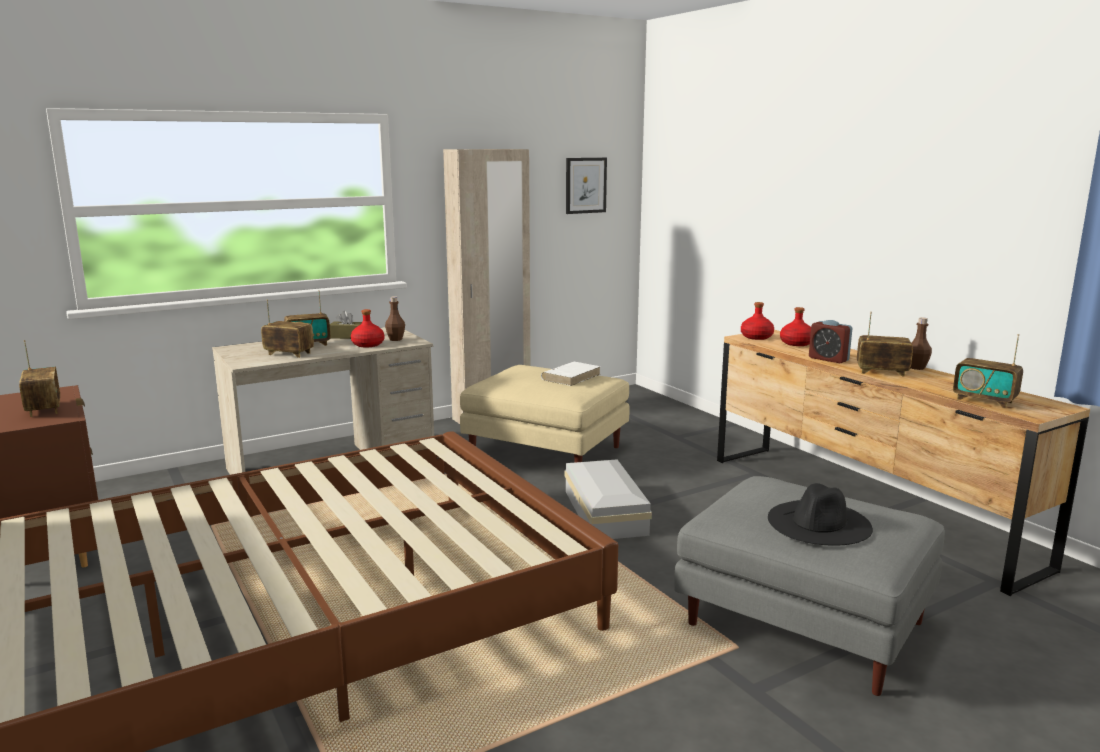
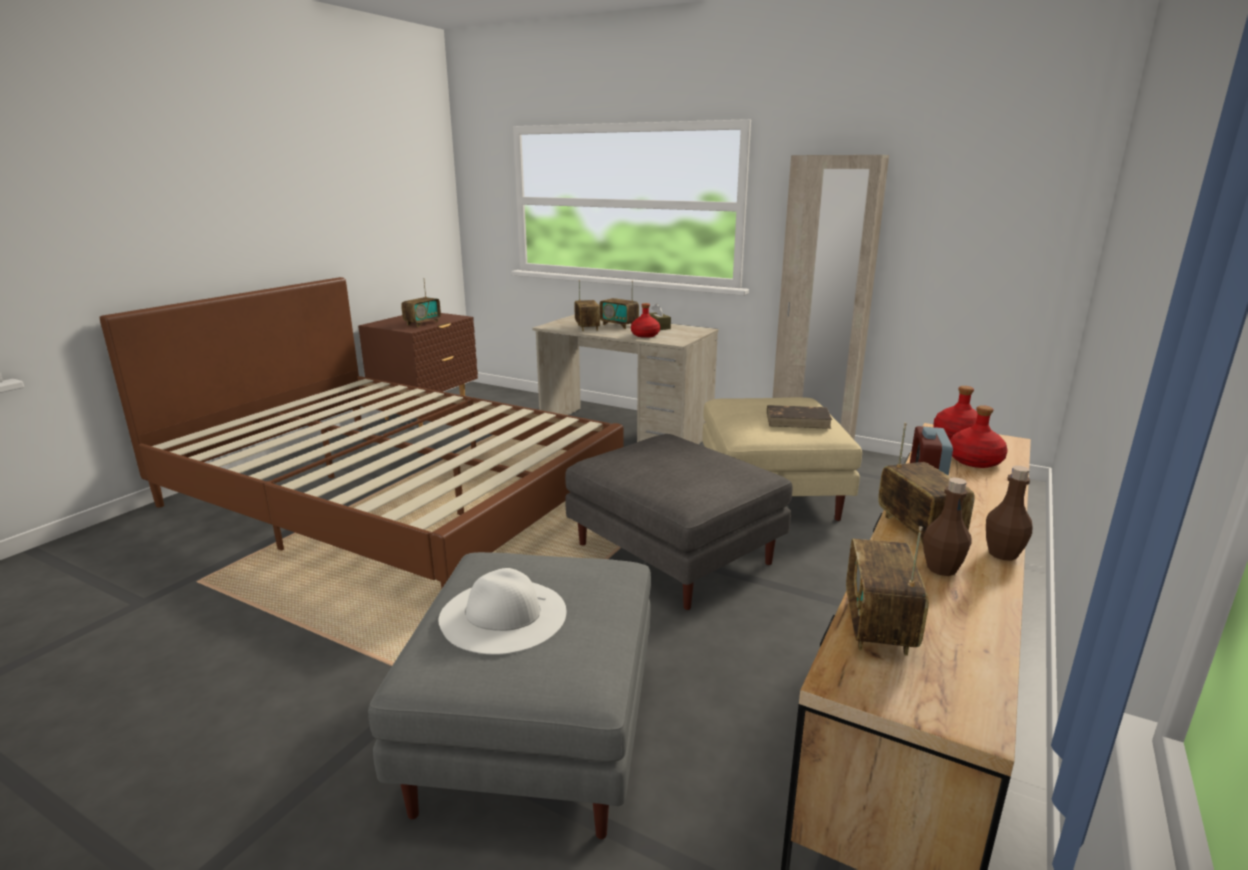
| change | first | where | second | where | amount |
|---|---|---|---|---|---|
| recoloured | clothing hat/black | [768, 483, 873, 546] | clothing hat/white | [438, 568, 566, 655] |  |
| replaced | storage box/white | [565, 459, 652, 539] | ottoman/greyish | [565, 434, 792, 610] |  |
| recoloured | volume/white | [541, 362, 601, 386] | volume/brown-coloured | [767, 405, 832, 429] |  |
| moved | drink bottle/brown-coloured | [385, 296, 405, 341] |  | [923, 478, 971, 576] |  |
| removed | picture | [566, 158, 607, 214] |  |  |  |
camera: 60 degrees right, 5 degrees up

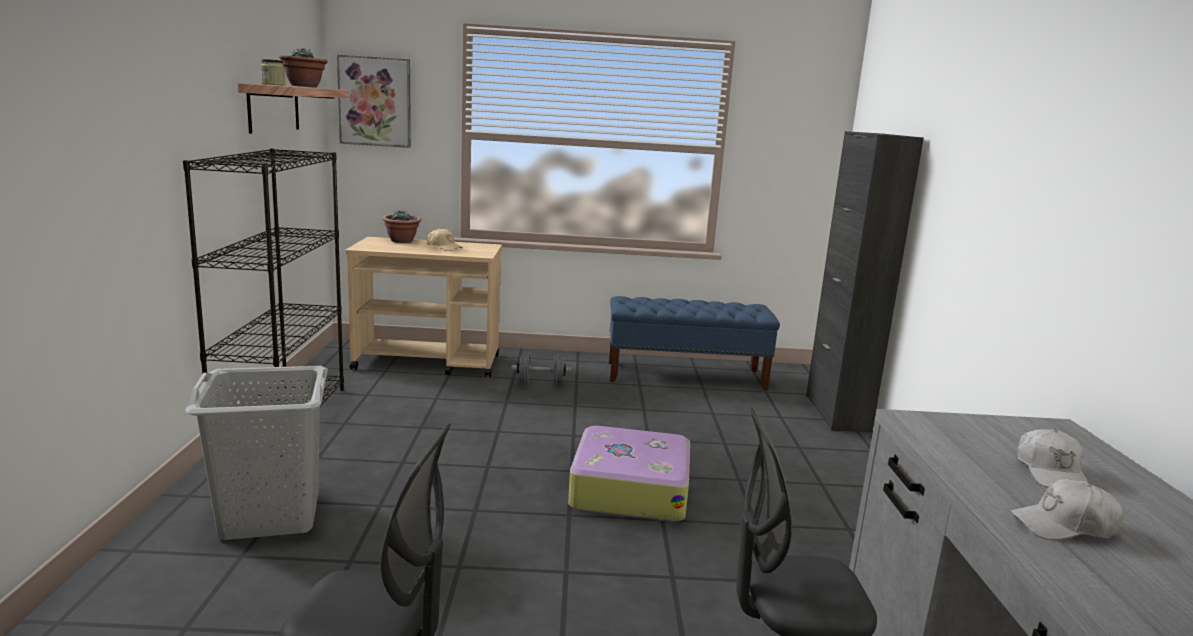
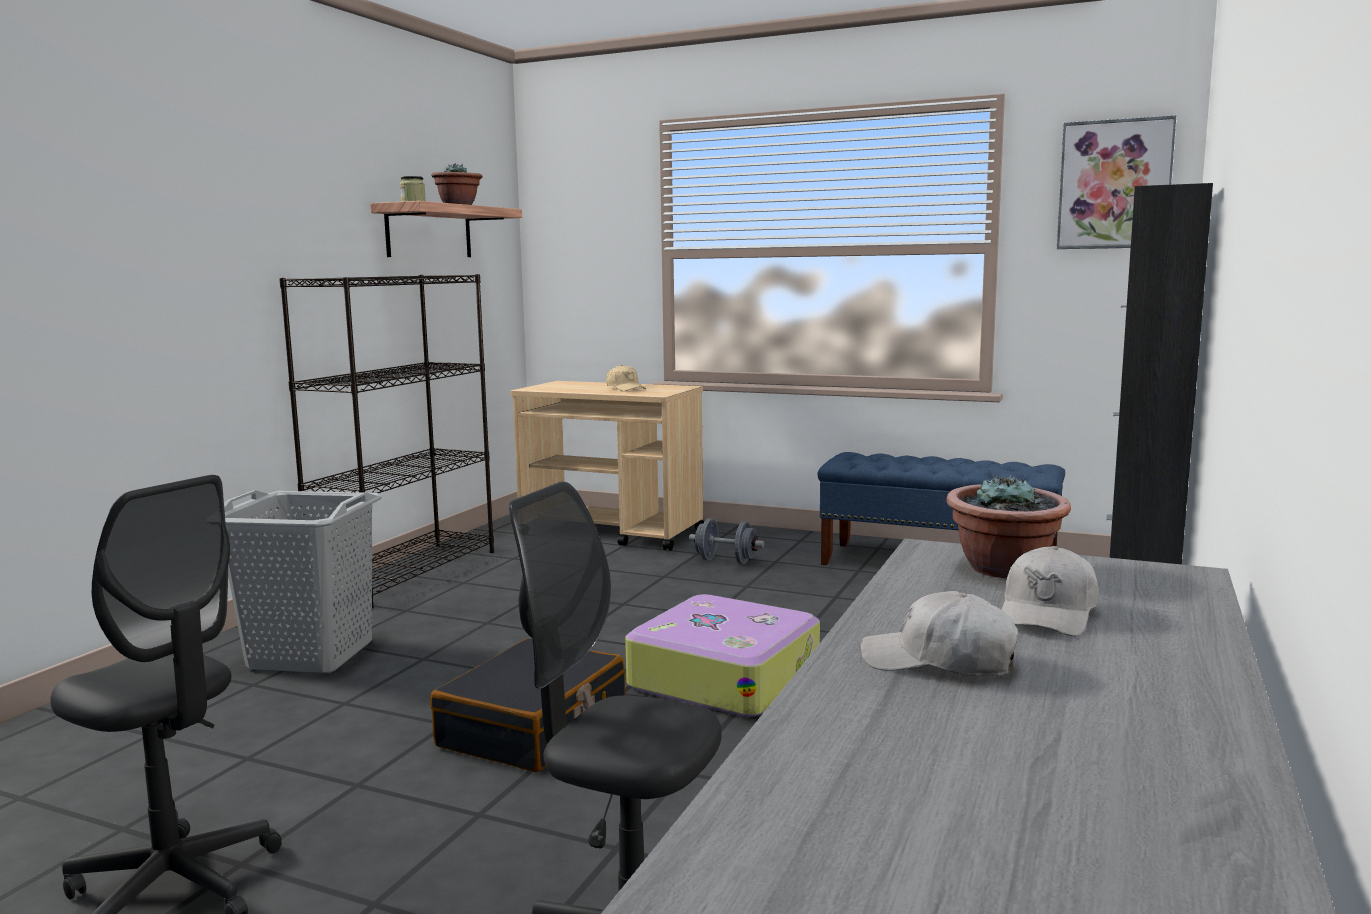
| change | first | where | second | where | amount |
|---|---|---|---|---|---|
| added |  |  | travel case/black | [430, 638, 625, 772] |  |
| moved | plant in a pot | [382, 211, 421, 243] |  | [946, 475, 1071, 578] |  |
| moved | picture | [337, 54, 411, 148] |  | [1057, 115, 1177, 249] |  |
camera: 25 degrees right, 5 degrees down

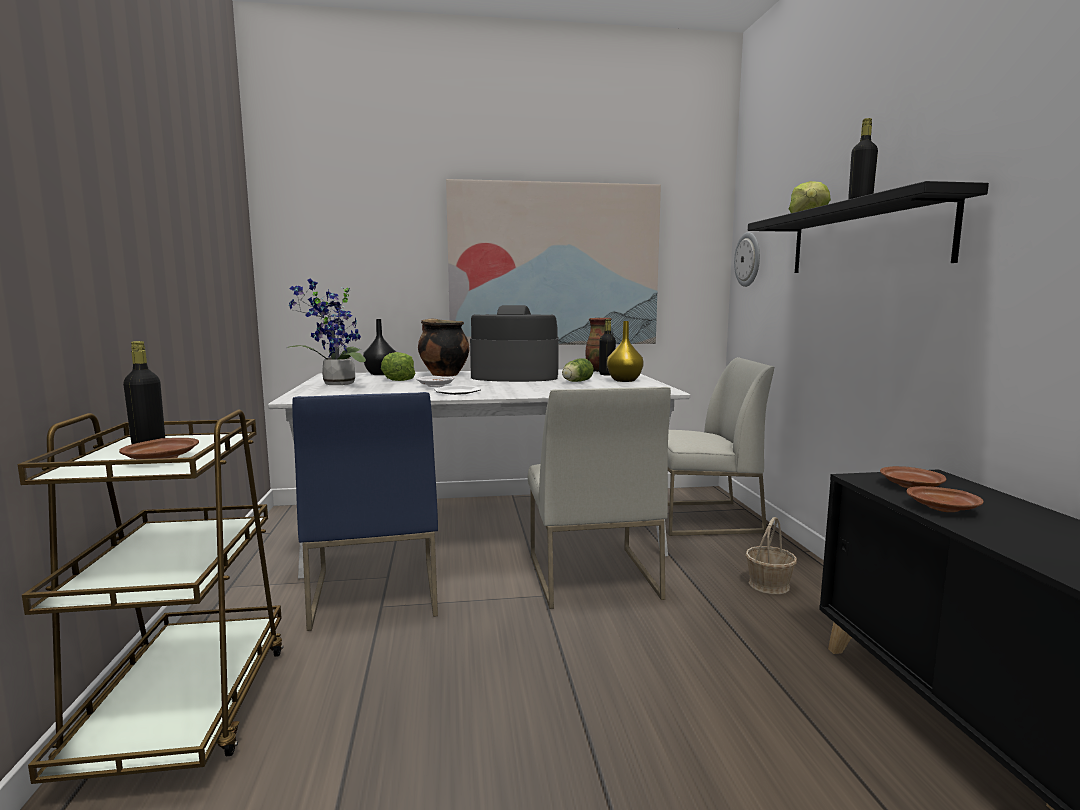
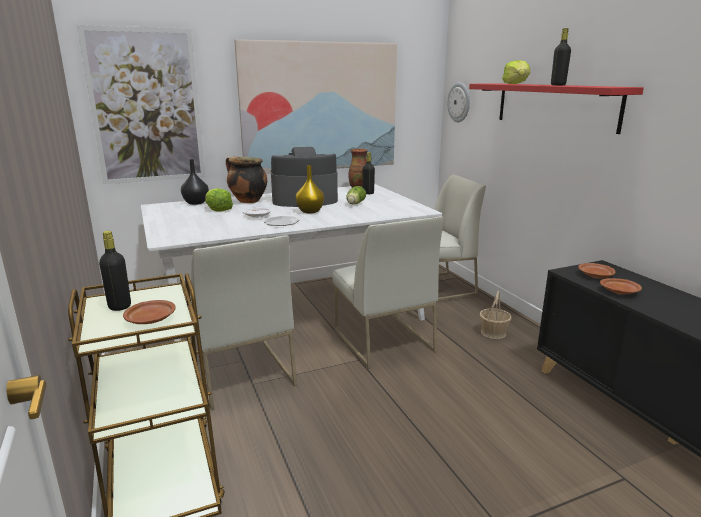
| change | first | where | second | where | amount |
|---|---|---|---|---|---|
| added |  |  | picture | [77, 25, 205, 184] |  |
| recoloured | upright chair/blue-coloured | [292, 392, 438, 631] | upright chair/white | [190, 235, 297, 410] |  |
| moved | vase/yellow-coloured | [607, 321, 644, 382] |  | [295, 165, 324, 213] |  |
| recoloured | wall shelf/black | [748, 181, 989, 273] | wall shelf/red-coloured | [469, 83, 644, 134] |  |
| removed | plant in a pot | [287, 278, 366, 385] |  |  |  |
camera: 15 degrees left, 10 degrees up

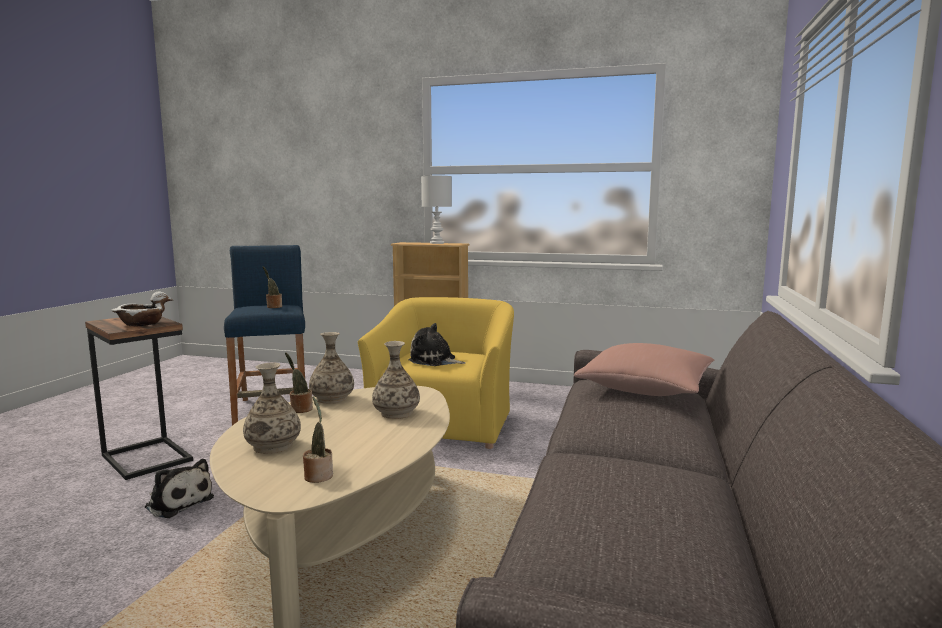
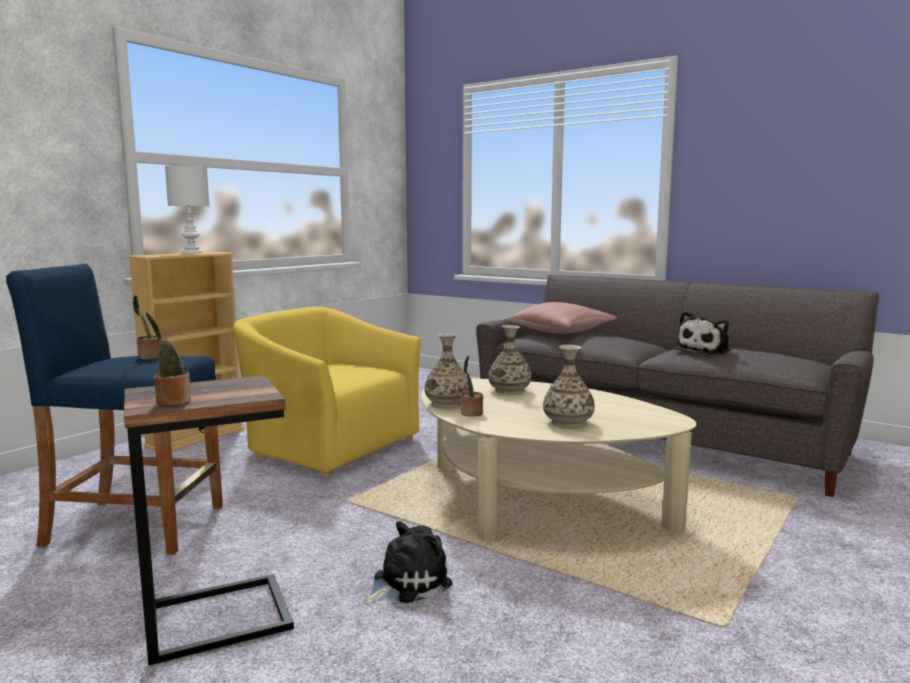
| change | first | where | second | where | amount |
|---|---|---|---|---|---|
| moved | plant in a pot | [303, 397, 333, 483] |  | [146, 313, 191, 406] |  |
| moved | plush toy | [409, 323, 466, 366] |  | [675, 311, 731, 355] |  |
| removed | deep dish/white | [111, 291, 173, 326] |  |  |  |
camera: 70 degrees left, 0 degrees up

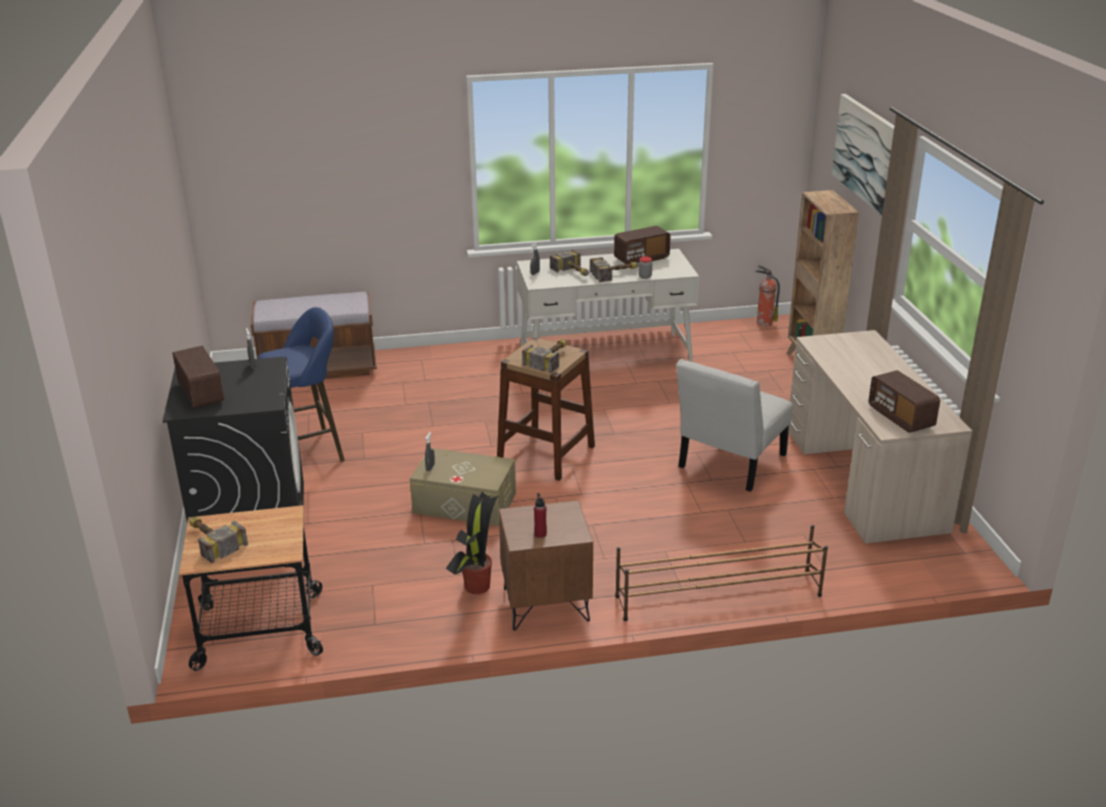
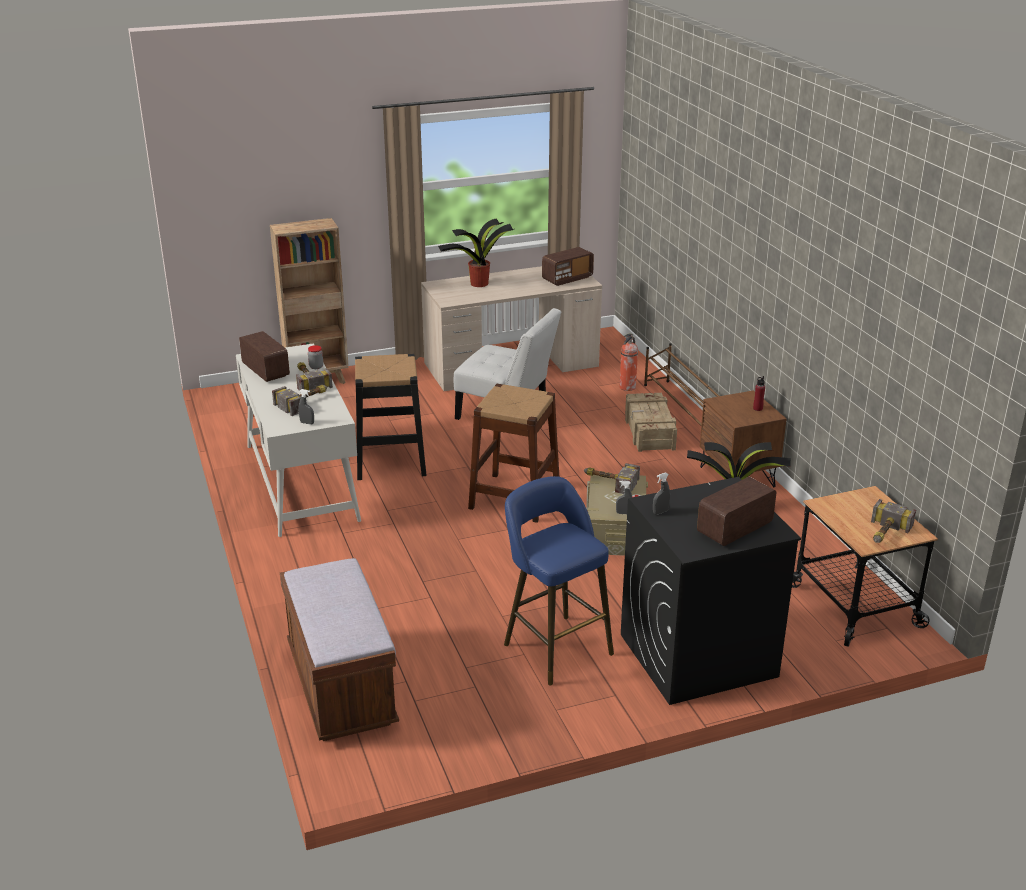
| change | first | where | second | where | amount |
|---|---|---|---|---|---|
| added |  |  | sitting stool/black | [355, 354, 427, 480] |  |
| added |  |  | plant in a pot | [438, 219, 514, 287] |  |
| moved | hammer | [522, 339, 567, 373] |  | [584, 463, 640, 494] |  |
| moved | fire extinguisher | [755, 265, 780, 326] |  | [620, 333, 638, 391] |  |
| added |  |  | crate | [625, 393, 677, 452] |  |
| removed | picture | [832, 94, 894, 215] |  |  |  |
camera: 100 degrees left, 0 degrees up

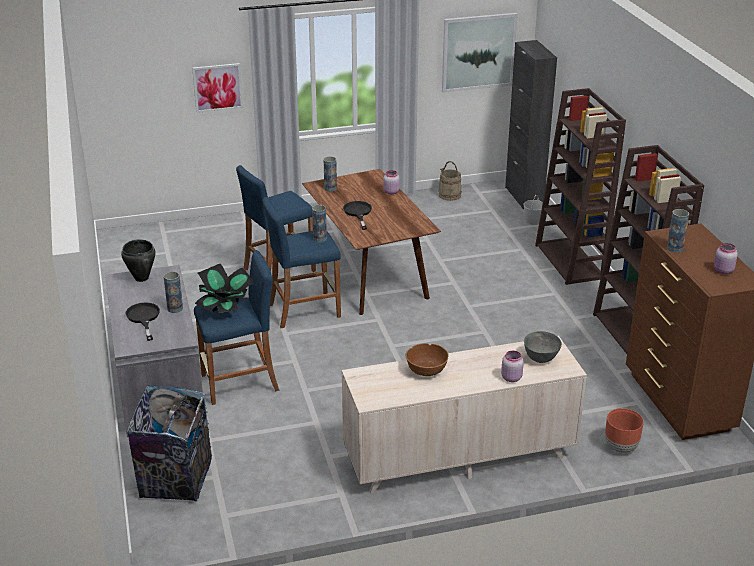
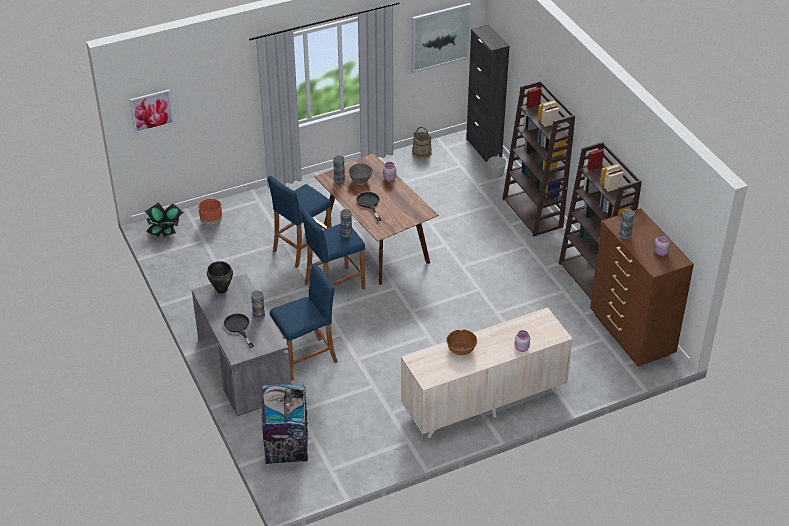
| change | first | where | second | where | amount |
|---|---|---|---|---|---|
| moved | picture | [192, 63, 243, 113] |  | [130, 90, 174, 134] |  |
| moved | plant in a pot | [195, 264, 254, 313] |  | [145, 203, 184, 237] |  |
| moved | planter/brown-coloured | [605, 408, 644, 453] |  | [198, 199, 222, 227] |  |
| moved | deep dish/greyish | [524, 331, 562, 363] |  | [349, 163, 372, 184] |  |
camera: 10 degrees left, 10 degrees up

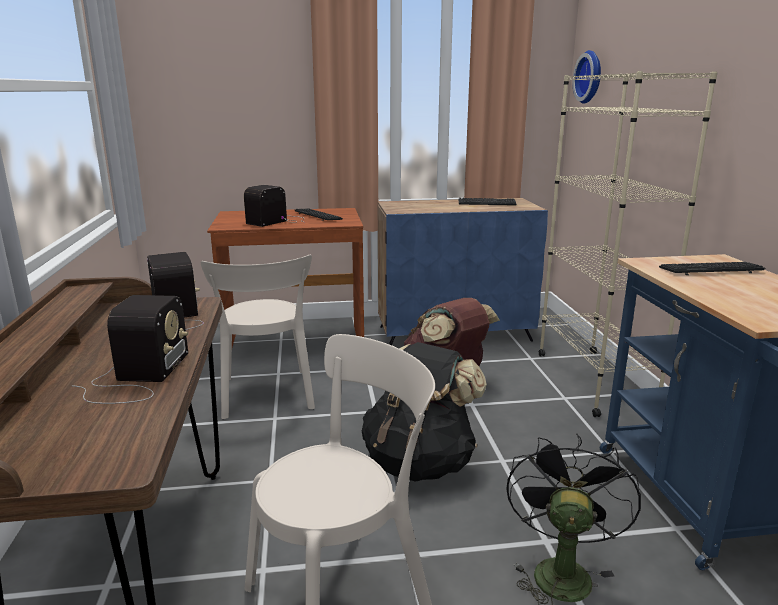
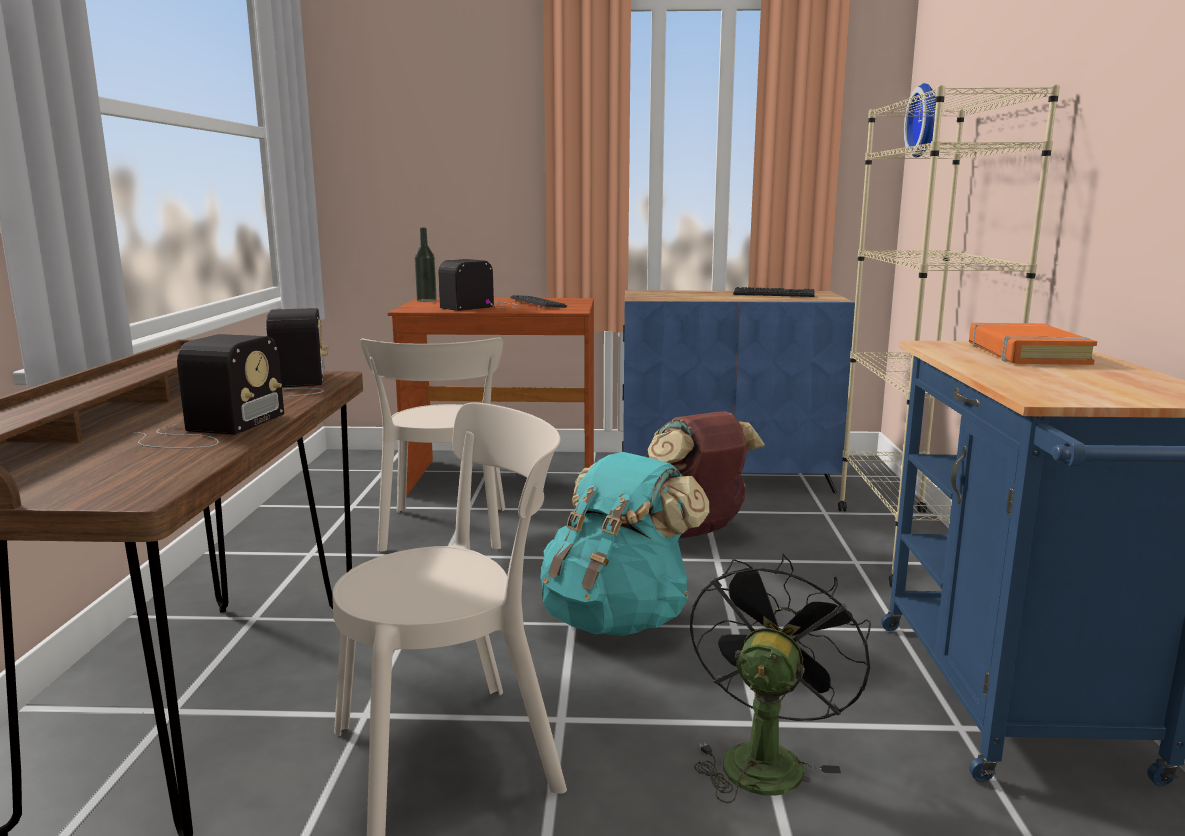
| change | first | where | second | where | amount |
|---|---|---|---|---|---|
| added |  |  | drink bottle | [415, 228, 437, 302] |  |
| recoloured | rucksack/black | [362, 342, 487, 482] | rucksack/turquoise | [540, 452, 709, 636] |  |
| replaced | keyboard | [659, 262, 765, 275] | volume/orange | [969, 323, 1097, 365] |  |
camera: 10 degrees right, 5 degrees down

